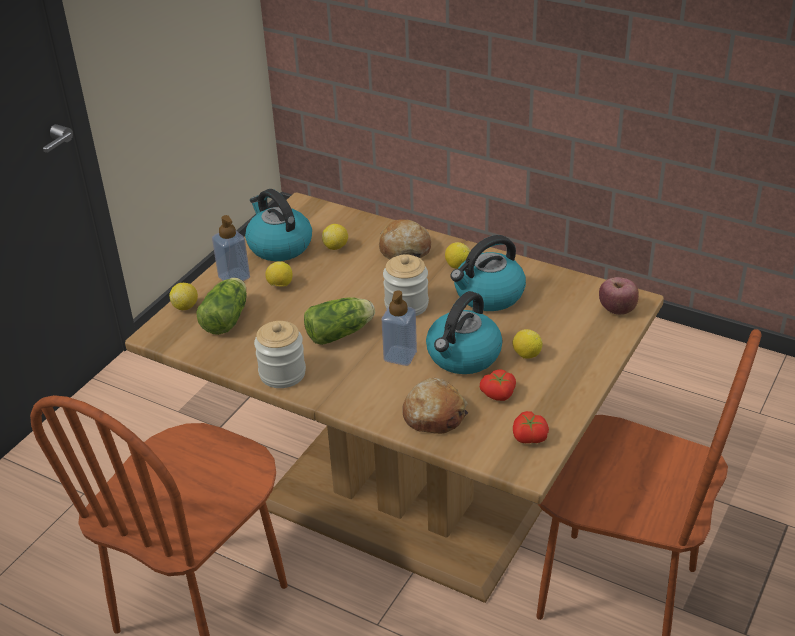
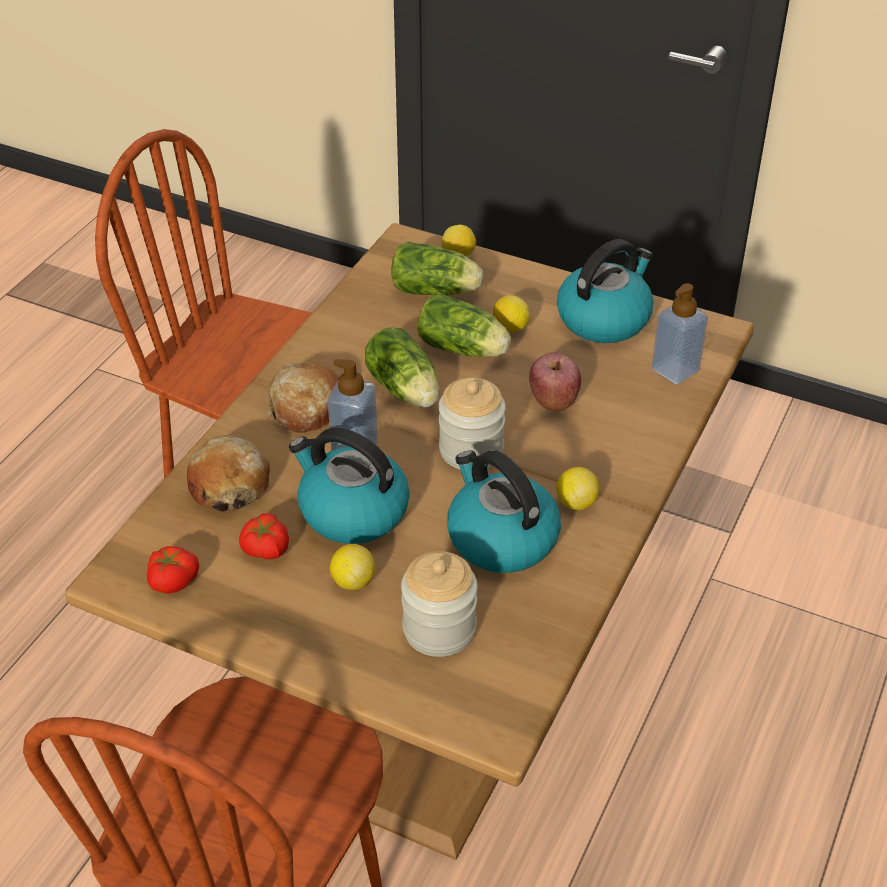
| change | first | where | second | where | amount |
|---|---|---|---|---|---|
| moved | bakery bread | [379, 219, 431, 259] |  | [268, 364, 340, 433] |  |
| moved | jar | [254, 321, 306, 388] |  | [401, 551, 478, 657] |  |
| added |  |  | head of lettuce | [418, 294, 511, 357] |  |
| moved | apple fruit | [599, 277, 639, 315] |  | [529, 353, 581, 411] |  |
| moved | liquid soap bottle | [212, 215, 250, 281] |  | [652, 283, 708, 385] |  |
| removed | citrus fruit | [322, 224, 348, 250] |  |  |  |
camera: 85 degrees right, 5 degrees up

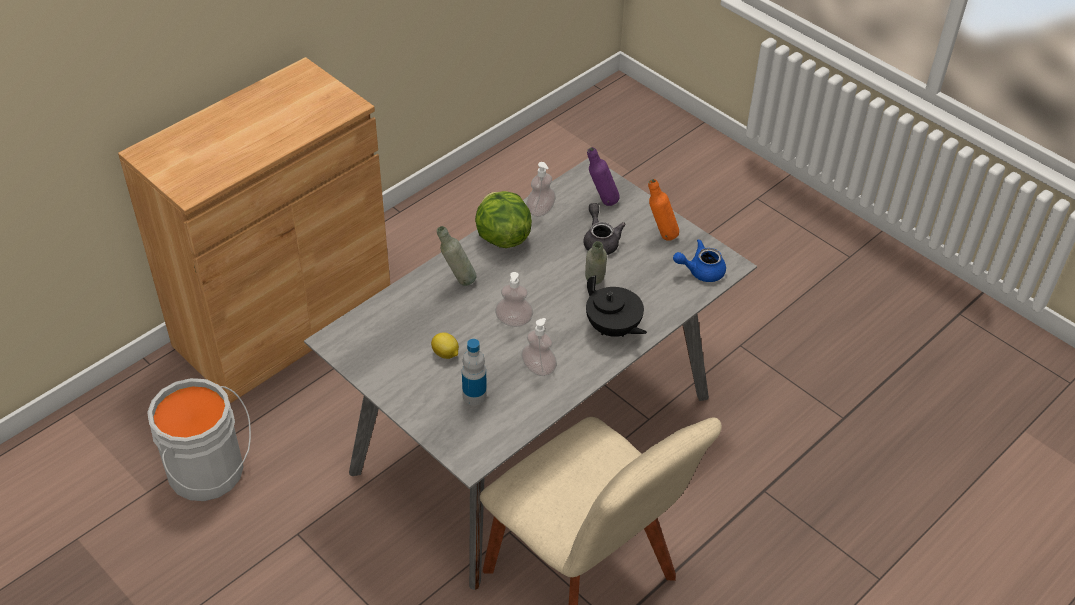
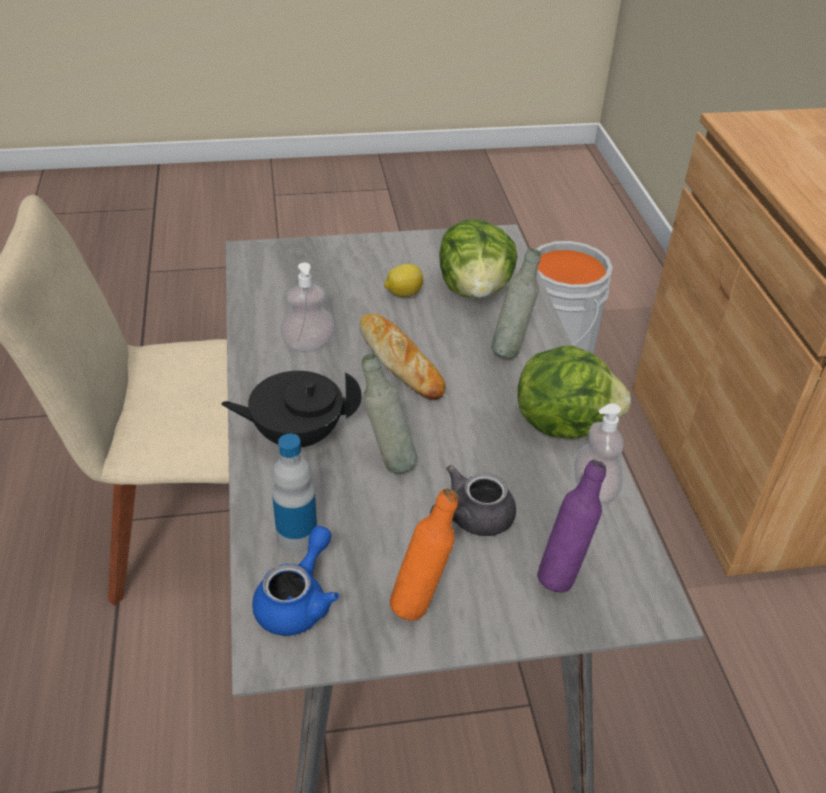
| change | first | where | second | where | amount |
|---|---|---|---|---|---|
| moved | drink bottle | [462, 339, 487, 405] |  | [272, 434, 317, 553] |  |
| replaced | liquid soap bottle | [495, 272, 533, 327] | bakery bread | [360, 314, 446, 399] |  |
| turned | tea pot/greyish | [583, 203, 626, 255] |  | [430, 465, 516, 536] | 120 degrees clockwise |
| added |  |  | head of lettuce | [439, 219, 517, 299] |  |
camera: 125 degrees right, 5 degrees down

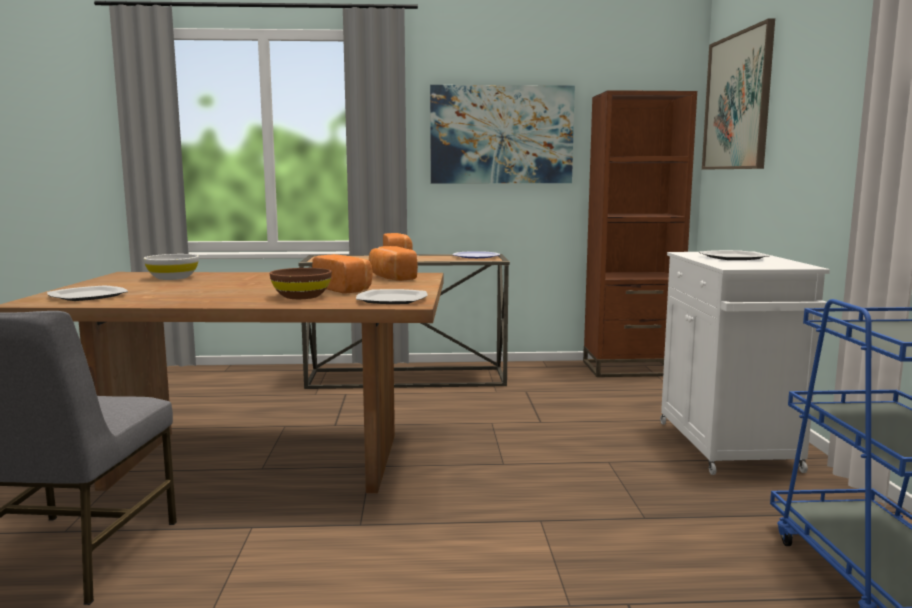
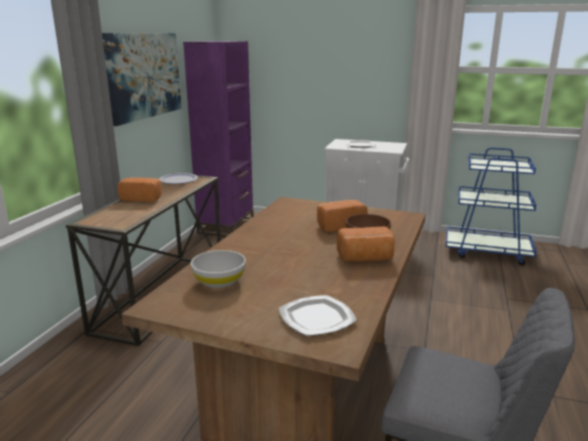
| change | first | where | second | where | amount |
|---|---|---|---|---|---|
| recoloured | shelving unit/brown-coloured | [583, 90, 697, 377] | shelving unit/purple | [183, 41, 254, 237] |  |
| moved | bakery bread | [369, 246, 418, 281] |  | [337, 227, 395, 262] |  |
| removed | dinner plate | [356, 289, 428, 304] |  |  |  |
| removed | picture | [702, 19, 775, 169] |  |  |  |
camera: 70 degrees left, 10 degrees up

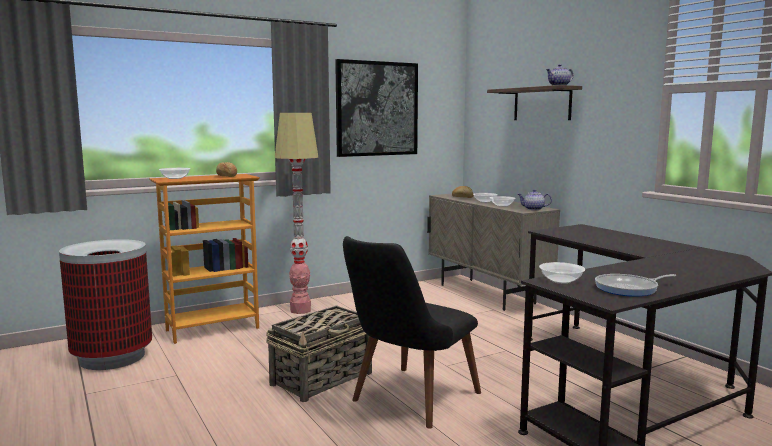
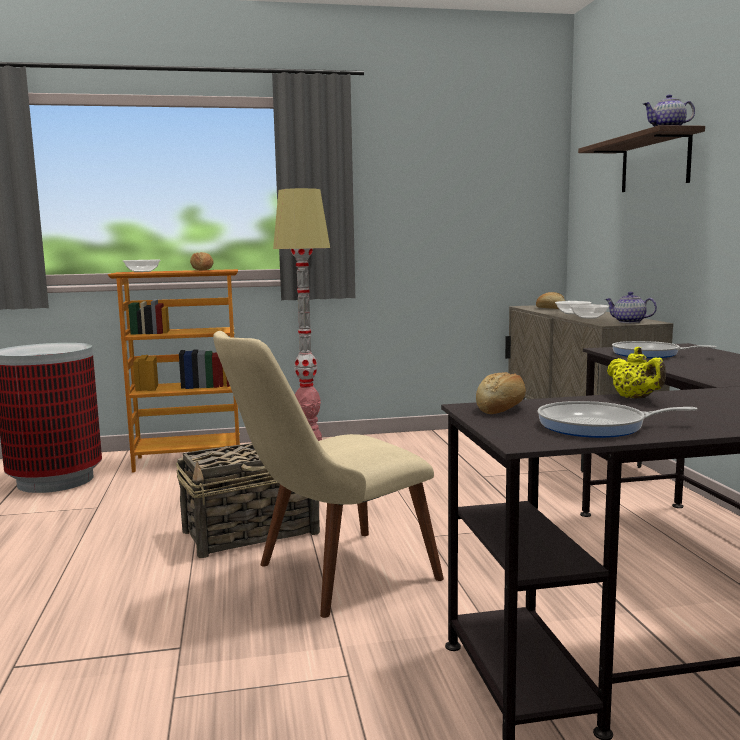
| change | first | where | second | where | amount |
|---|---|---|---|---|---|
| recoloured | upright chair/black | [343, 236, 481, 429] | upright chair/sand-coloured | [213, 331, 444, 618] |  |
| replaced | deep dish | [539, 262, 585, 284] | bakery bread | [476, 372, 526, 414] |  |
| added |  |  | tea pot/yellow-coloured | [607, 347, 666, 399] |  |
| added |  |  | frying pan | [612, 341, 716, 358] |  |
| removed | picture | [335, 59, 418, 157] |  |  |  |
camera: 20 degrees right, 0 degrees up

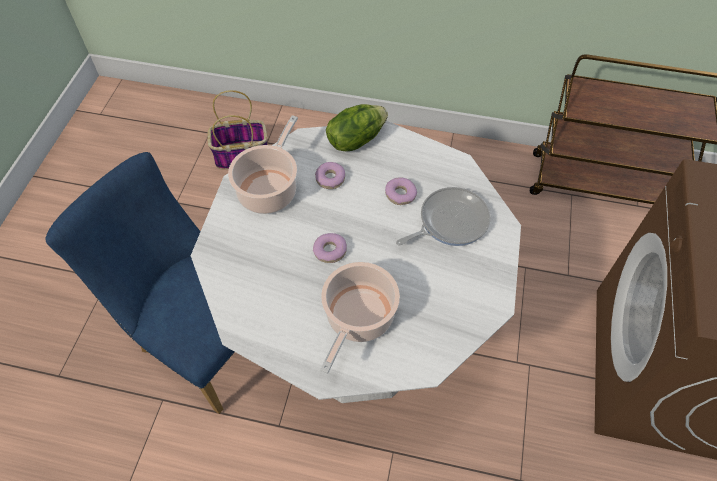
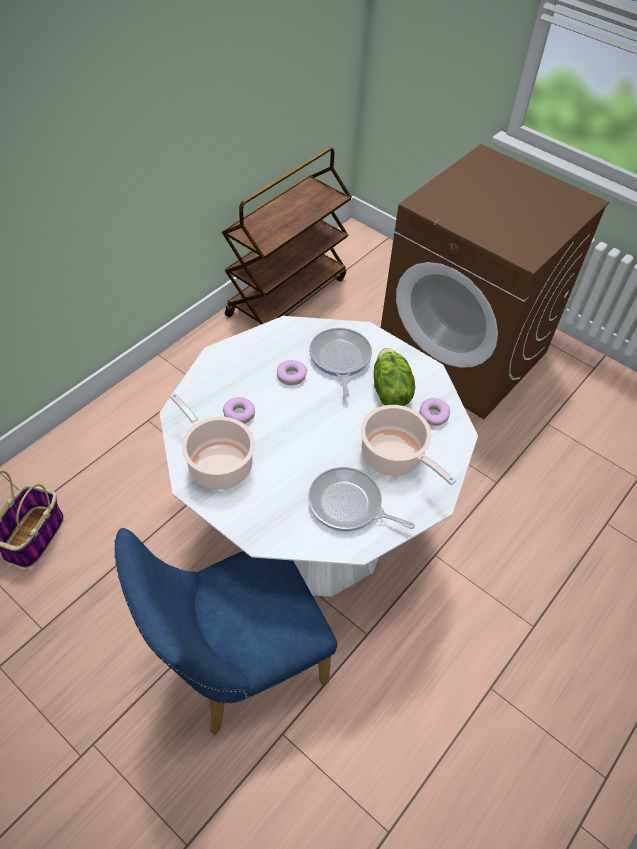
| change | first | where | second | where | amount |
|---|---|---|---|---|---|
| added |  |  | frying pan | [308, 467, 415, 531] |  |
| moved | head of lettuce | [326, 104, 388, 151] |  | [374, 348, 415, 406] |  |
| moved | donut | [313, 233, 347, 263] |  | [419, 398, 450, 426] |  |
camera: 65 degrees left, 5 degrees down

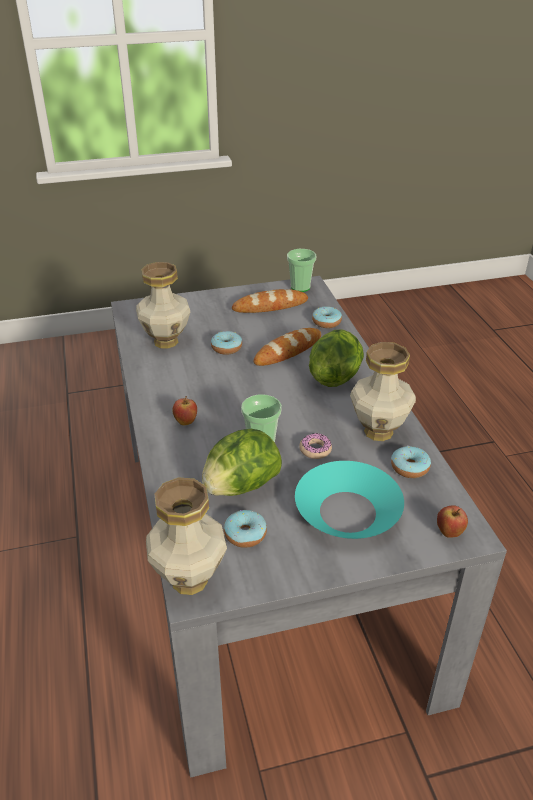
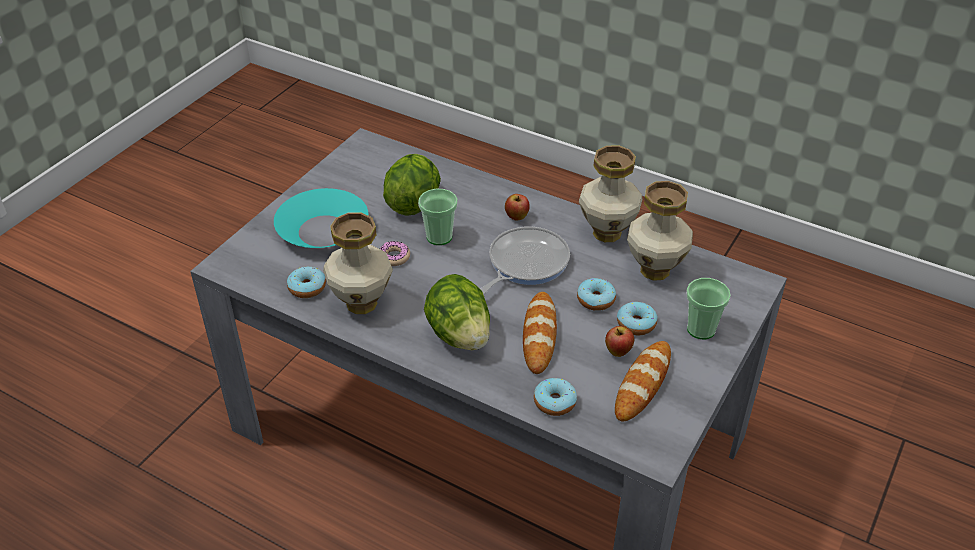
| change | first | where | second | where | amount |
|---|---|---|---|---|---|
| added |  |  | frying pan | [481, 227, 570, 295] |  |
| moved | vase | [146, 477, 227, 595] |  | [579, 145, 642, 242] |  |
| moved | apple fruit | [437, 505, 468, 538] |  | [605, 326, 634, 357] |  |
| moved | donut | [224, 510, 267, 548] |  | [617, 302, 658, 335] |  |
| moved | cup | [287, 249, 316, 292] |  | [686, 278, 731, 339] |  |
camera: 135 degrees right, 5 degrees up

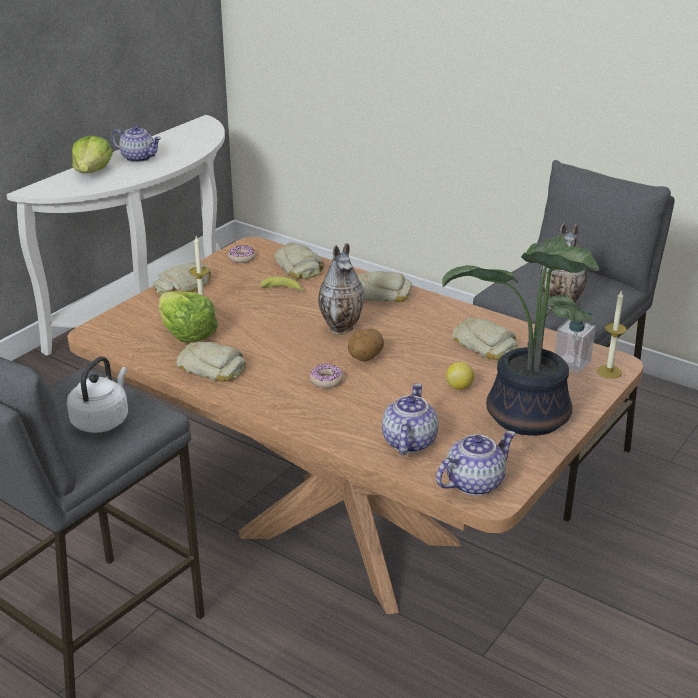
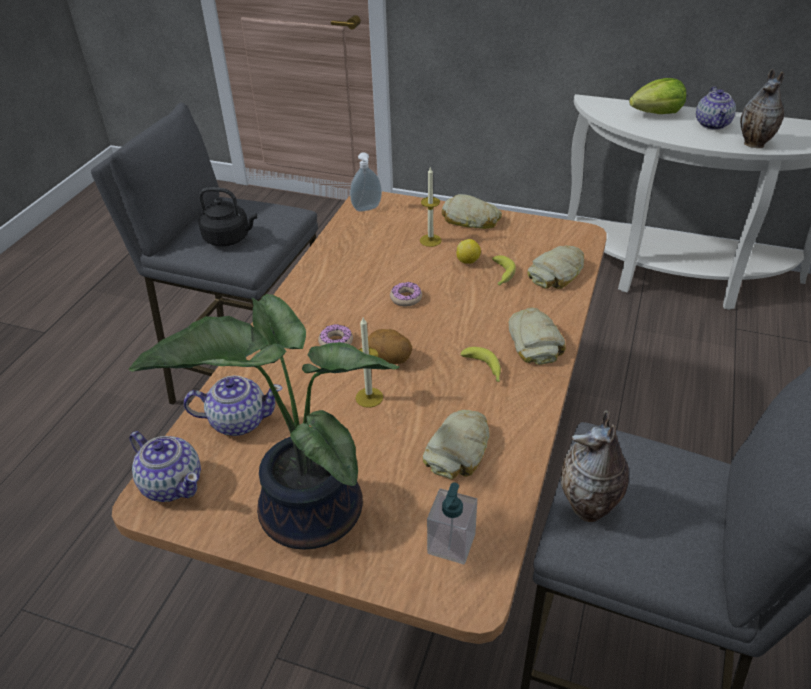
| change | first | where | second | where | amount |
|---|---|---|---|---|---|
| recoloured | kettle/white | [67, 356, 128, 433] | kettle/black | [198, 187, 257, 247] |  |
| added |  |  | liquid soap bottle | [350, 152, 382, 212] |  |
| moved | candle | [597, 290, 627, 379] |  | [355, 318, 383, 408] |  |
| moved | donut | [228, 245, 256, 263] |  | [390, 282, 422, 307] |  |
| moved | citrus fruit | [446, 362, 474, 390] |  | [456, 239, 481, 264] |  |
| added |  |  | banana | [461, 347, 501, 382] |  |
| moved | vase | [318, 243, 365, 335] |  | [740, 69, 784, 148] |  |
| removed | head of lettuce | [159, 291, 218, 342] |  |  |  |
| removed | bakery bread | [177, 342, 246, 382] |  |  |  |
camera: 75 degrees right, 10 degrees up

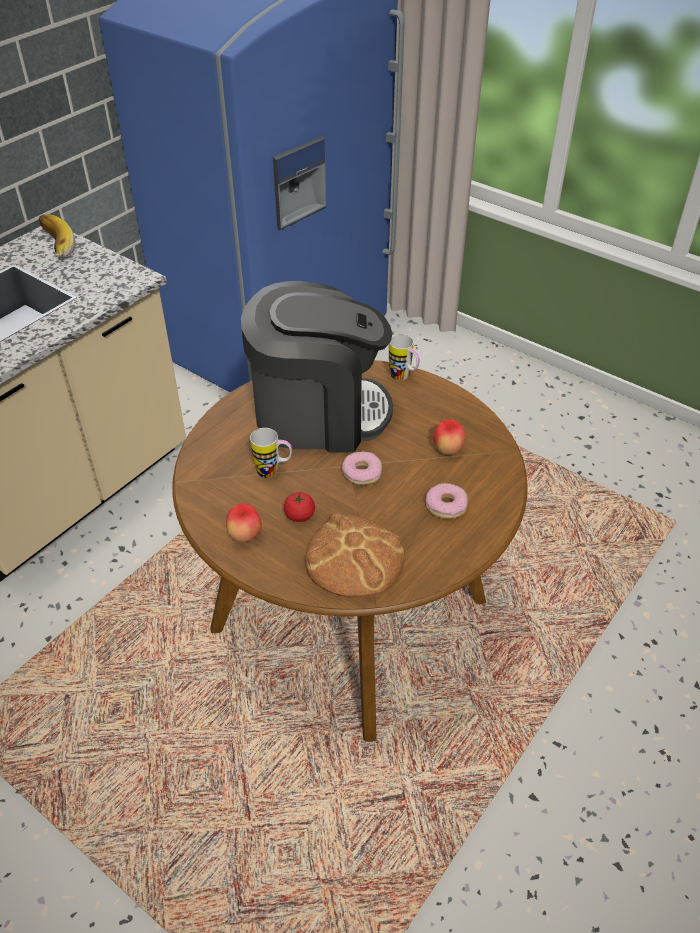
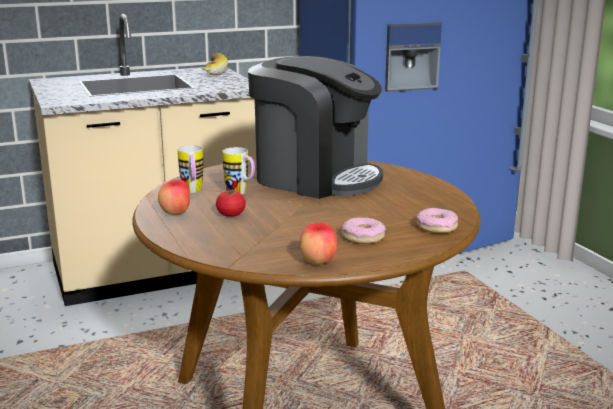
| change | first | where | second | where | amount |
|---|---|---|---|---|---|
| moved | coffee mug | [389, 334, 420, 381] |  | [178, 145, 203, 193] |  |
| moved | apple fruit | [433, 419, 465, 455] |  | [300, 223, 337, 264] |  |
| moved | donut | [342, 451, 382, 485] |  | [417, 208, 458, 233] |  |
| removed | bakery bread | [305, 513, 405, 598] |  |  |  |
camera: 30 degrees right, 25 degrees down

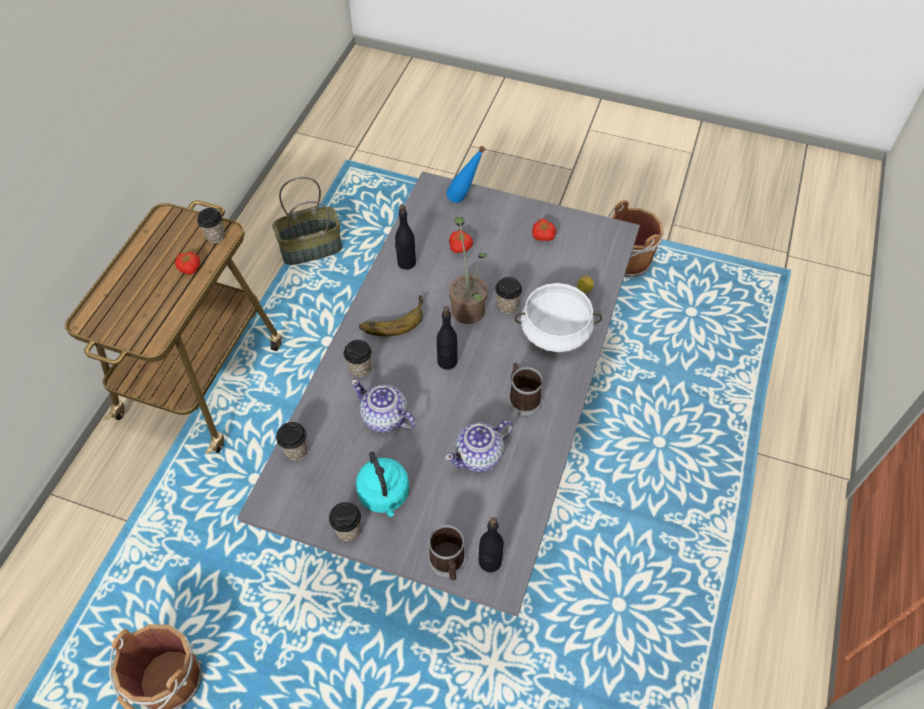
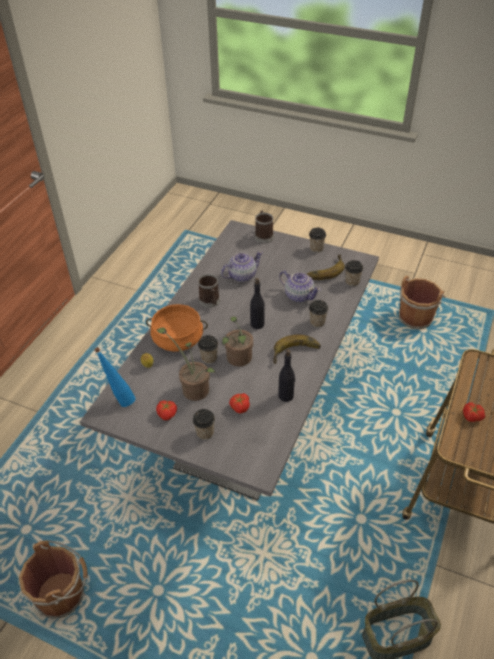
| change | first | where | second | where | amount |
|---|---|---|---|---|---|
| moved | drink bottle/blue-coloured | [446, 146, 485, 203] |  | [94, 347, 136, 407] |  |
| recoloured | cooking pot/white | [514, 283, 602, 352] | cooking pot/orange | [146, 304, 208, 352] |  |
| added |  |  | plant in a pot | [157, 328, 216, 401] |  |
| moved | cup | [197, 208, 225, 243] |  | [193, 409, 215, 440] |  |
| added |  |  | banana | [307, 255, 345, 280] |  |
| removed | kettle/turquoise | [356, 452, 409, 517] |  |  |  |
| removed | drink bottle/black | [479, 517, 504, 573] |  |  |  |
camera: 175 degrees left, 10 degrees down

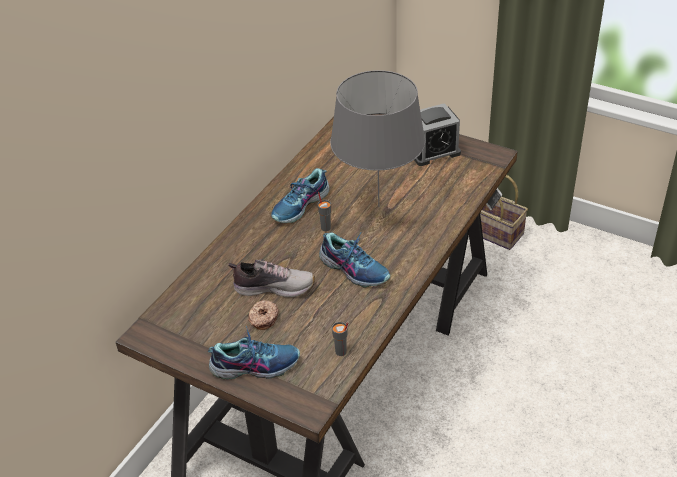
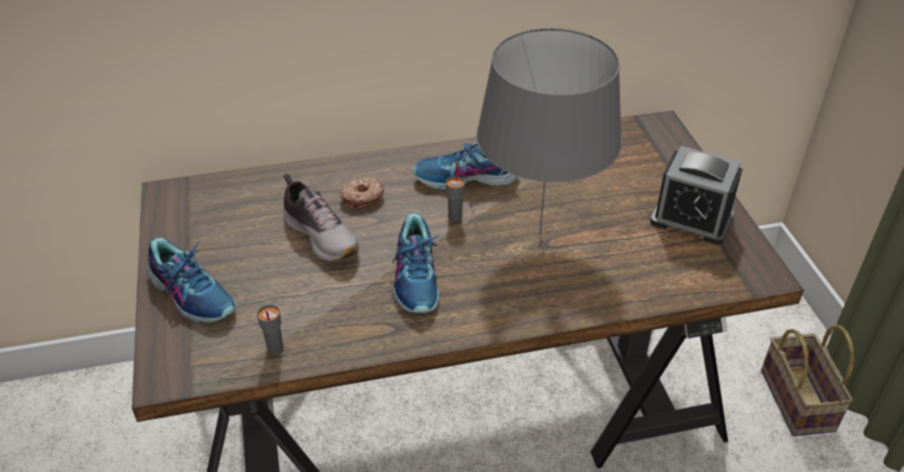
| change | first | where | second | where | amount |
|---|---|---|---|---|---|
| moved | donut | [248, 300, 279, 330] |  | [340, 178, 384, 209] |  |
camera: 45 degrees right, 0 degrees up

